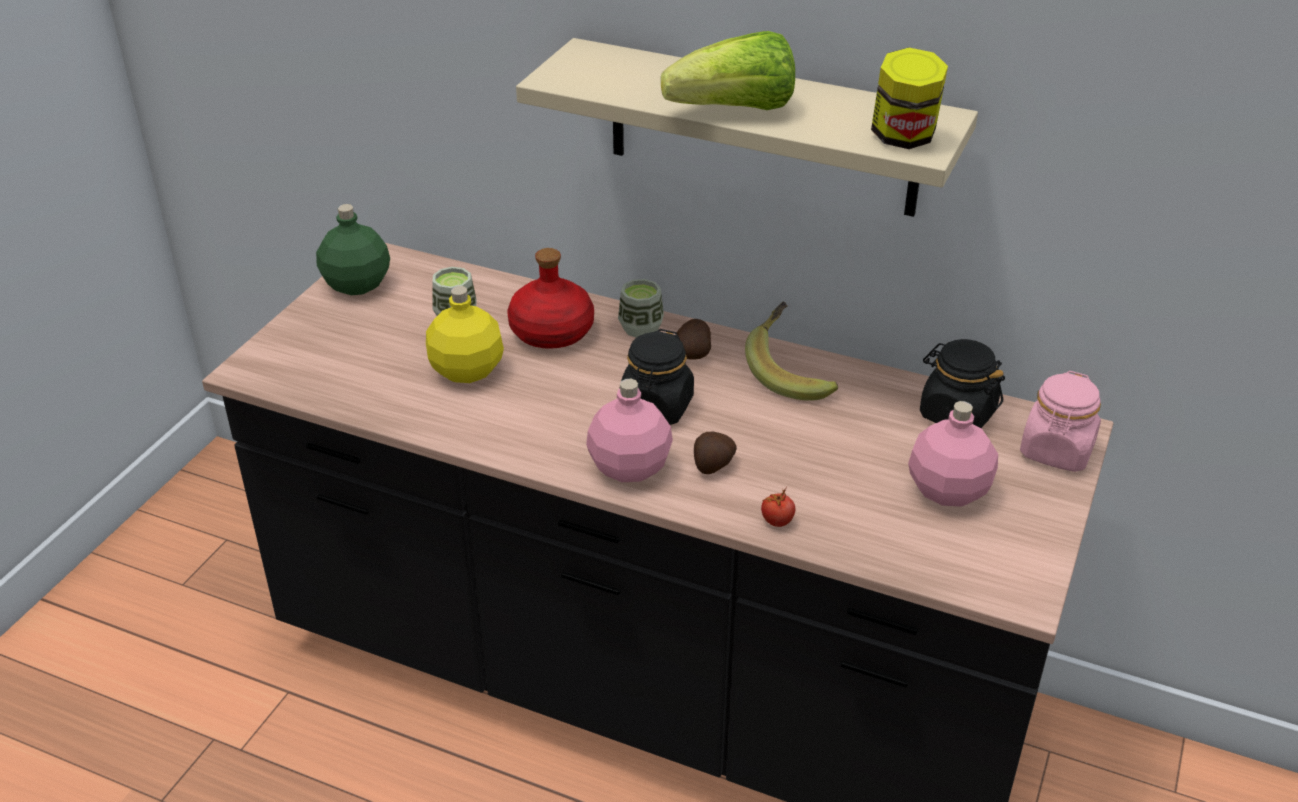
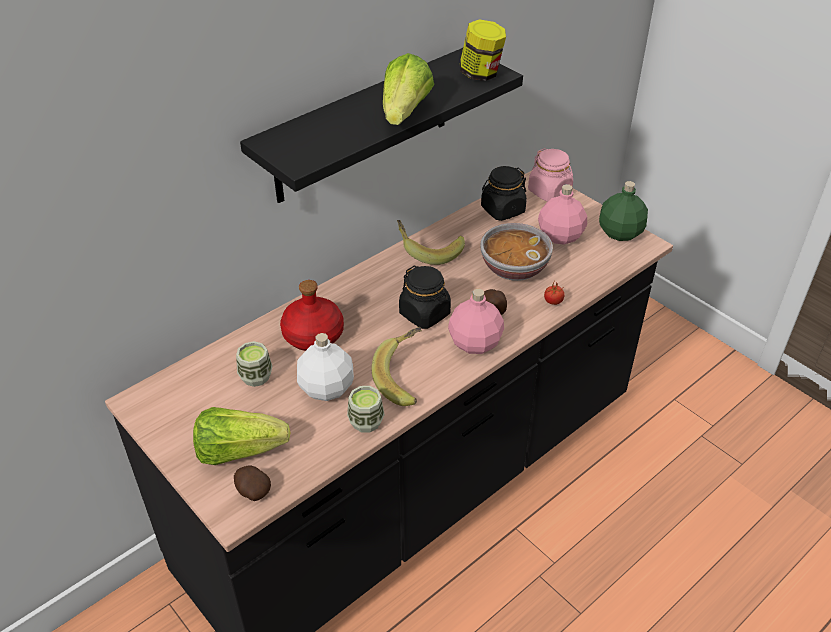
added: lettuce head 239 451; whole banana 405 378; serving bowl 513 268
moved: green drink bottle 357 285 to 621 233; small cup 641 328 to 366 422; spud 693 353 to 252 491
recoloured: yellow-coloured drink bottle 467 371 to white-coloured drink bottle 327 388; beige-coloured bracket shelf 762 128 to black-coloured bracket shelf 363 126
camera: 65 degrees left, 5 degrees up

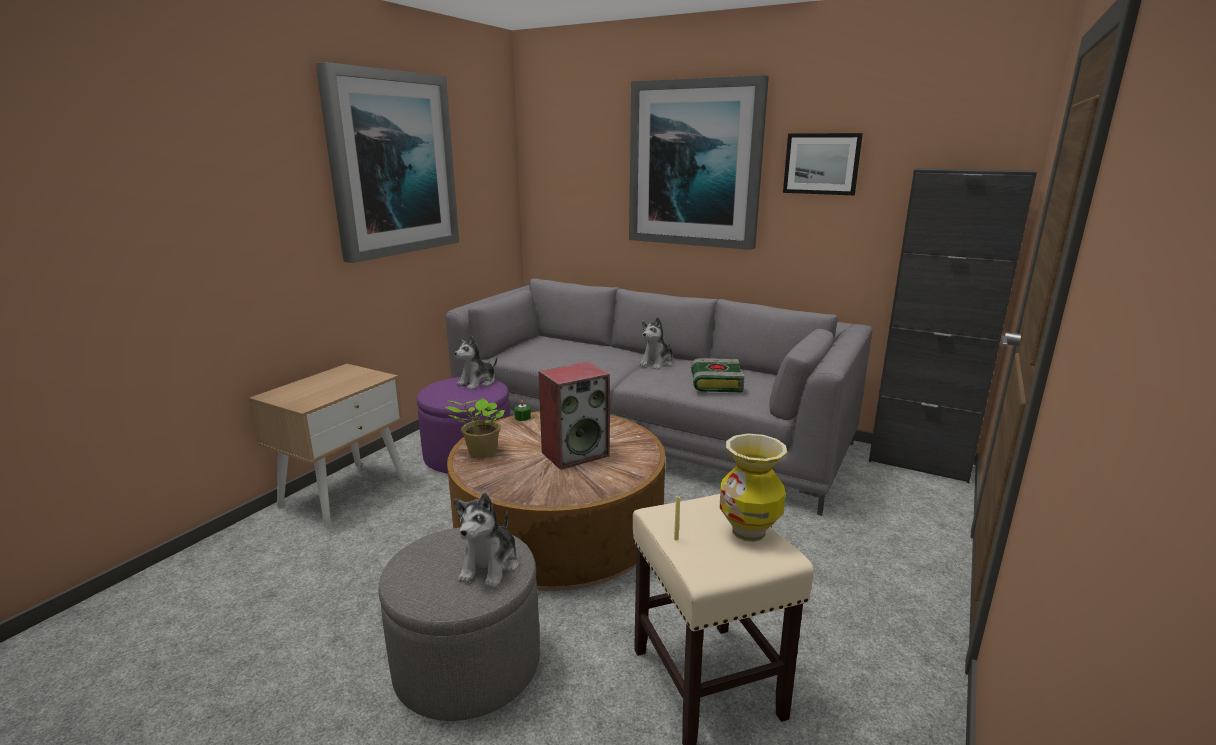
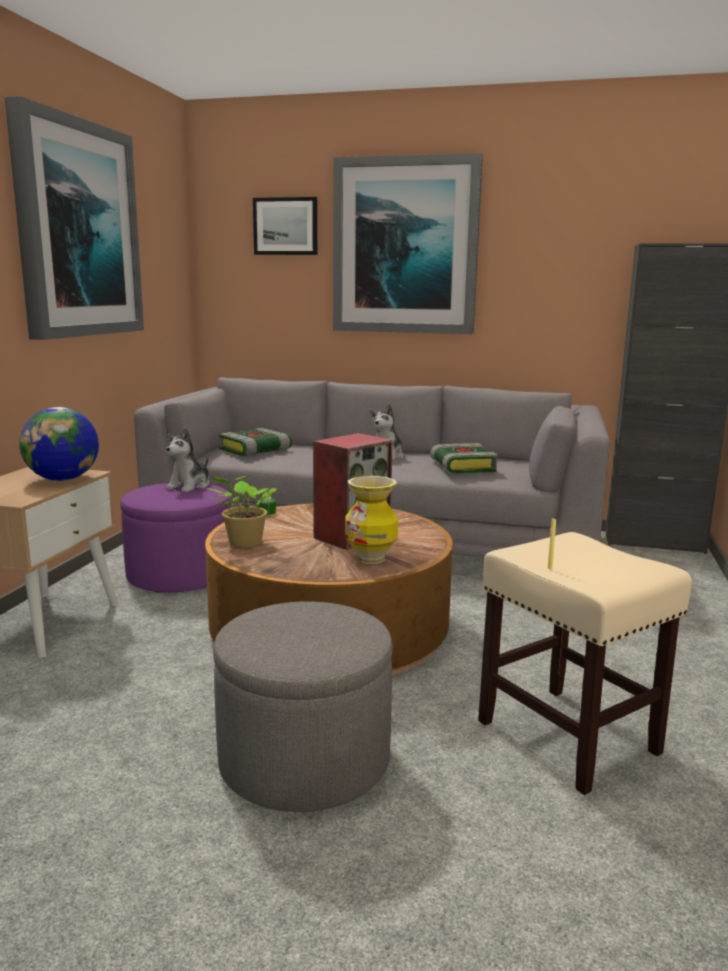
removed: plush toy 490 566
added: globe 63 479; bound book 255 451
moved: vase 749 532 to 371 559; wall picture 821 164 to 285 226
camera: 15 degrees left, 5 degrees down

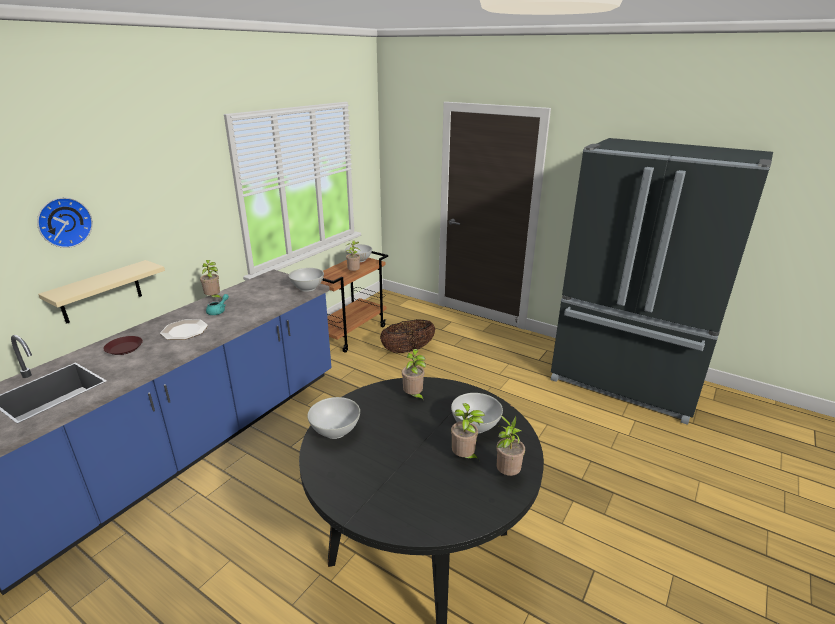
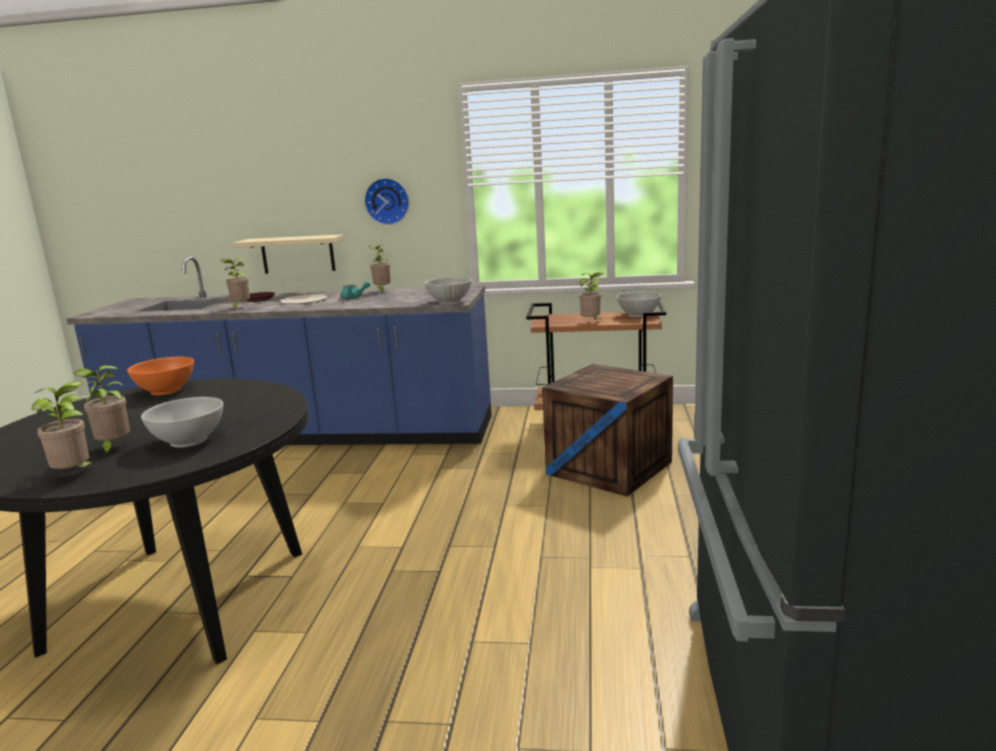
moved: wall clock 63 222 to 387 201; potted plant 413 396 to 240 307
replaced: household basket 408 350 to packing crate 609 468
recoloured: white-coloured serving bowl 335 431 to orange serving bowl 166 391
camera: 65 degrees right, 10 degrees down

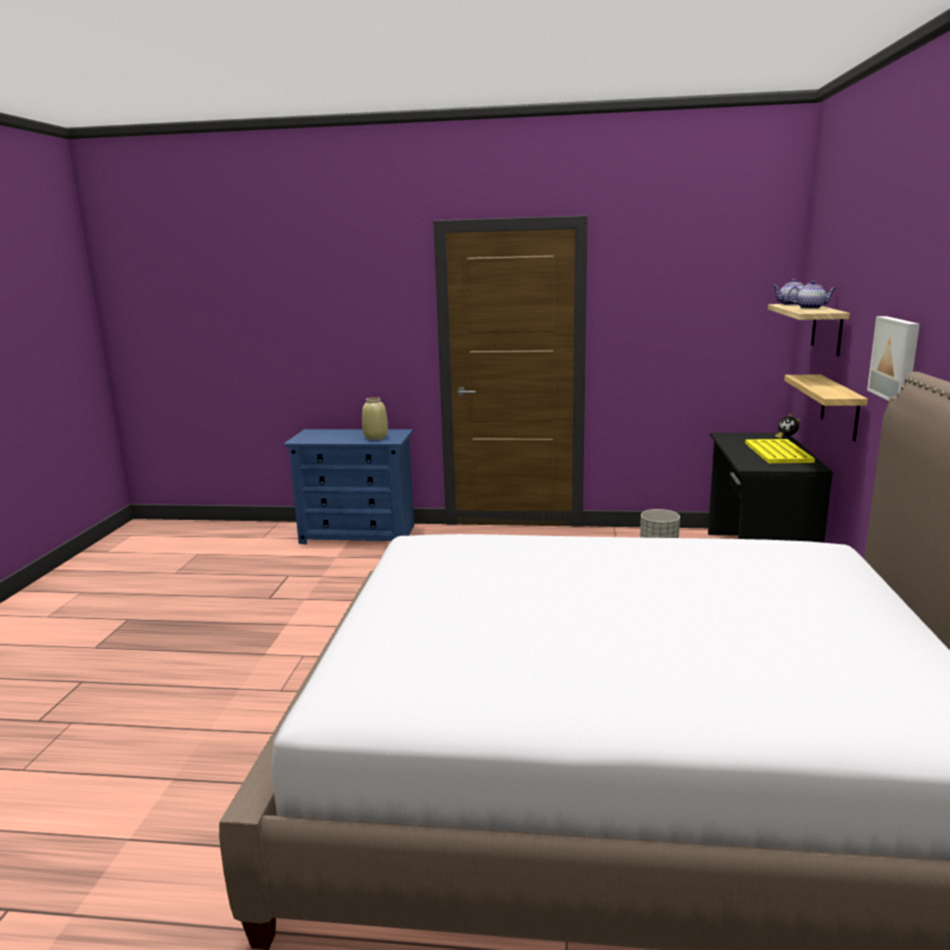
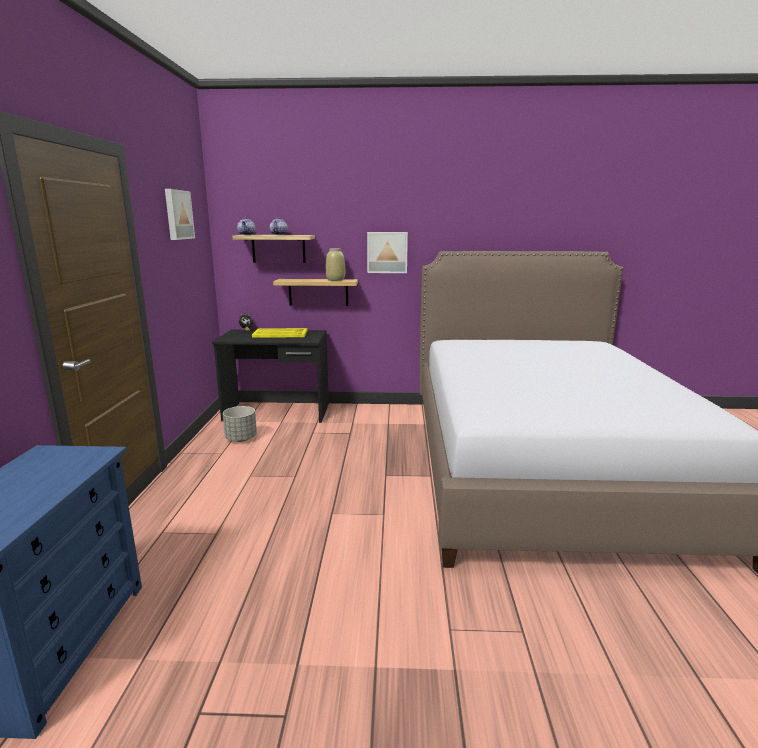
added: wall picture 177 215
moved: beige-coloured vase 376 437 to 336 280
camera: 95 degrees left, 0 degrees up

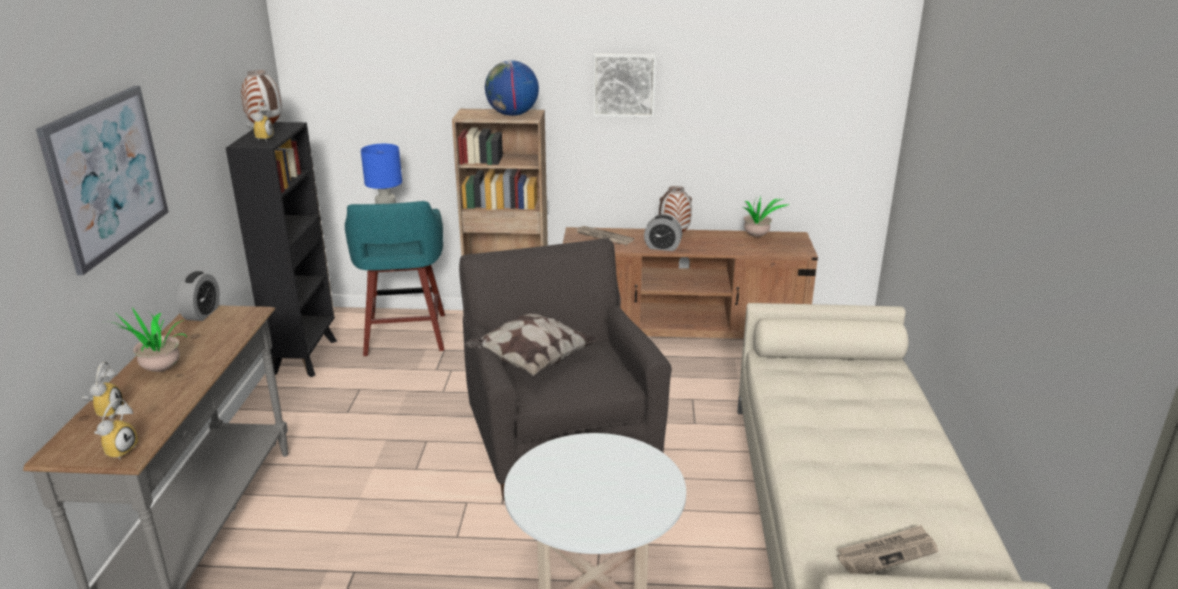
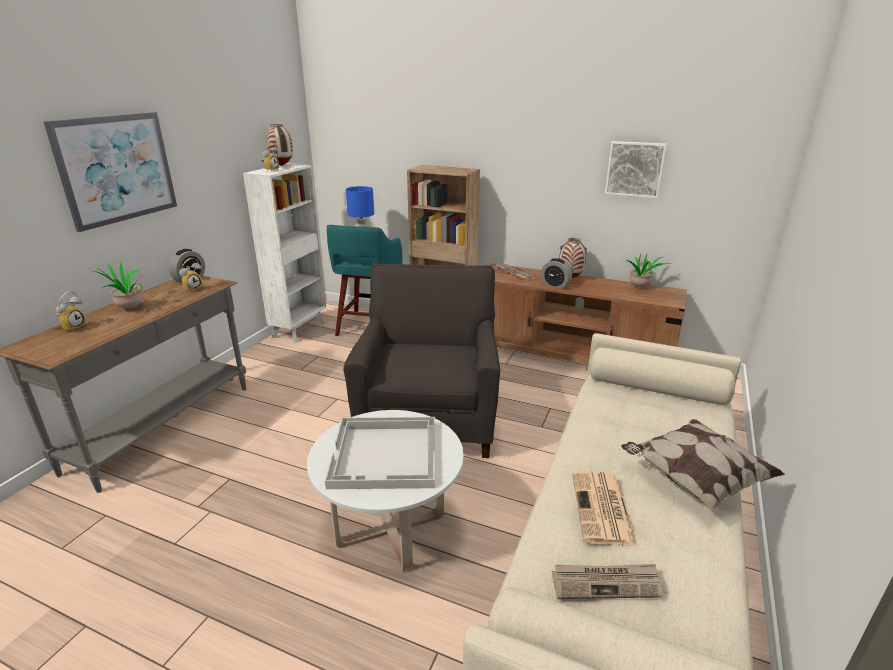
removed: globe 512 115
added: white-coloured tray 386 454; printed paper 603 509
moved: bedside clock 119 450 to 192 288; throw pillow 531 361 to 694 479; wall picture 624 84 to 635 169
recoloured: black-coloured shelving unit 305 356 to white-coloured shelving unit 300 329
camera: 20 degrees right, 0 degrees up

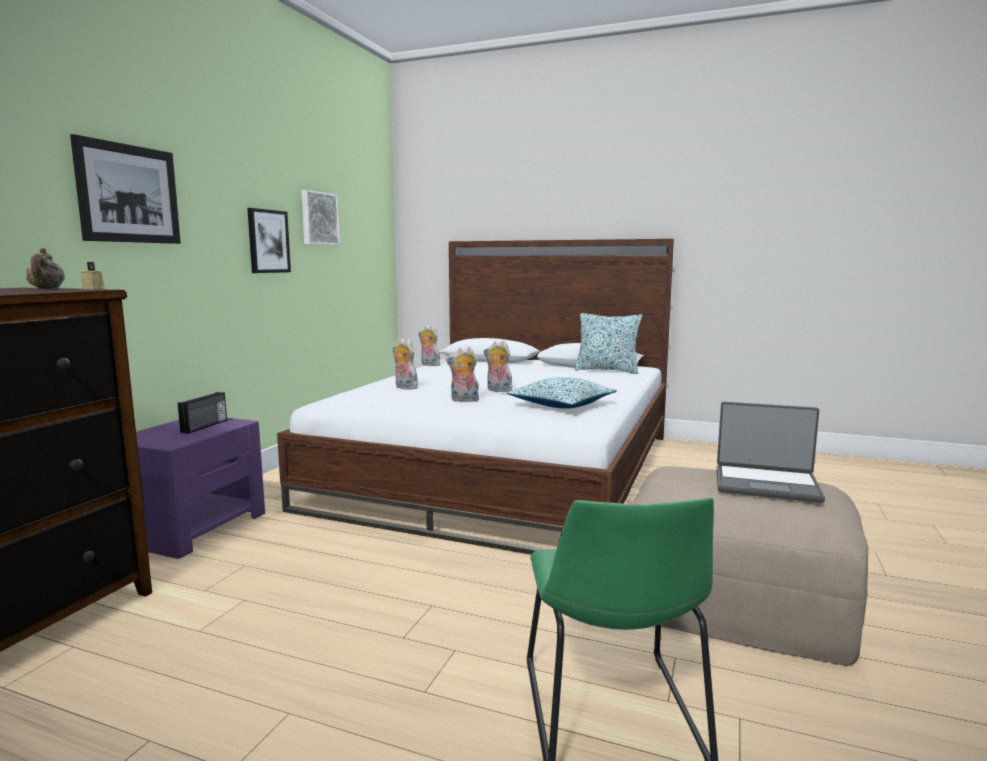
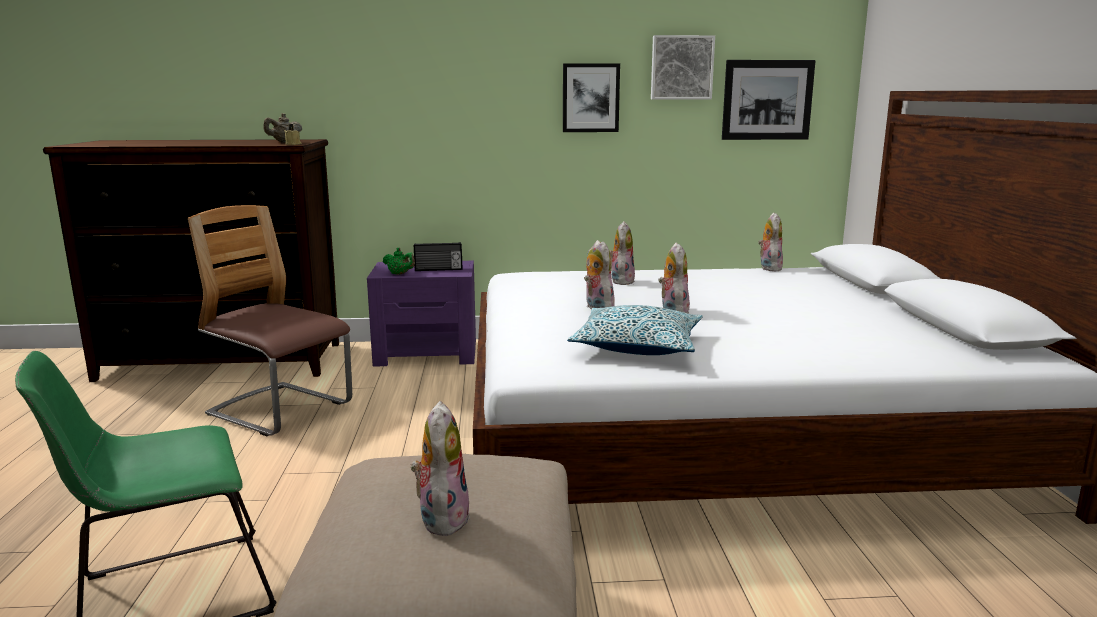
removed: throw pillow 607 370
added: upright chair 280 410; green tea pot 399 274
moved: wall picture 129 194 to 767 100
replaced: portable computer 766 484 to plush toy 441 517
camera: 65 degrees right, 5 degrees up

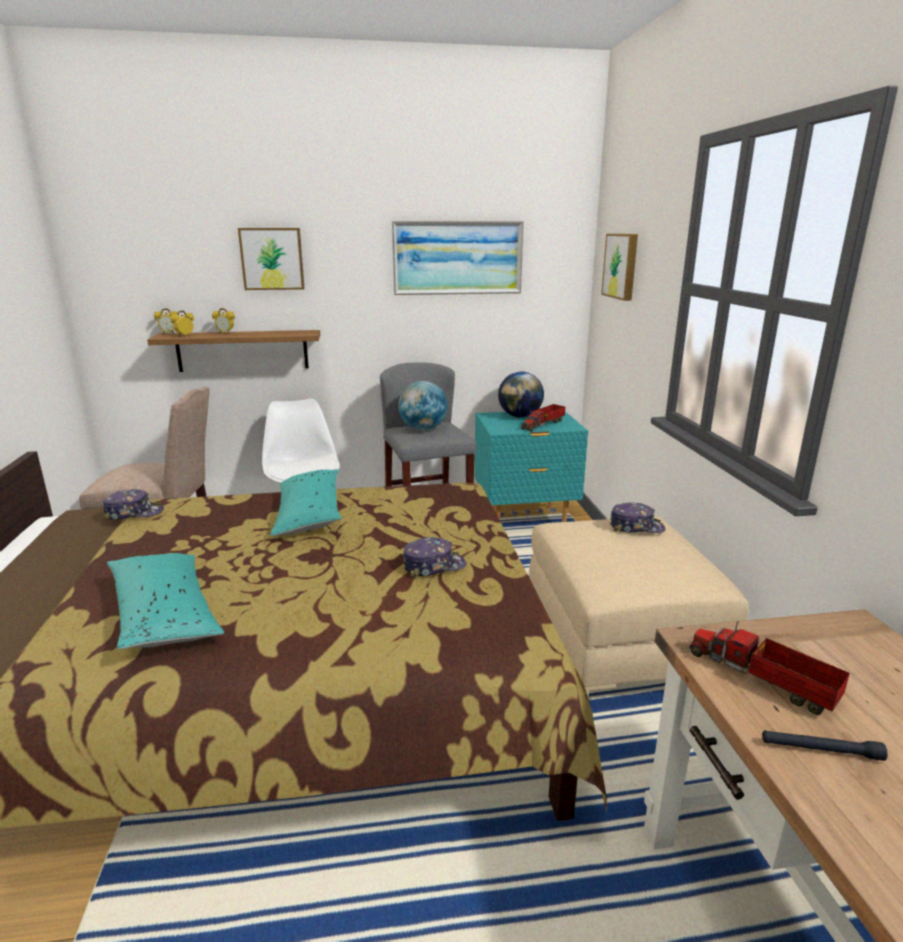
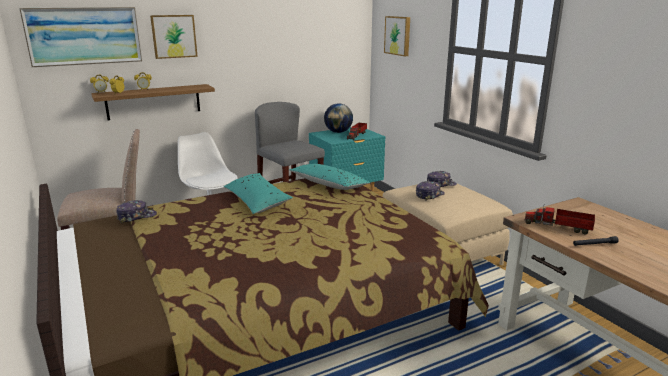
removed: globe 423 429
moved: turquoise-coloured throw pillow 164 613 to 328 185; wall picture 457 258 to 84 36; peaked cap 433 566 to 429 195
camera: 20 degrees left, 0 degrees up

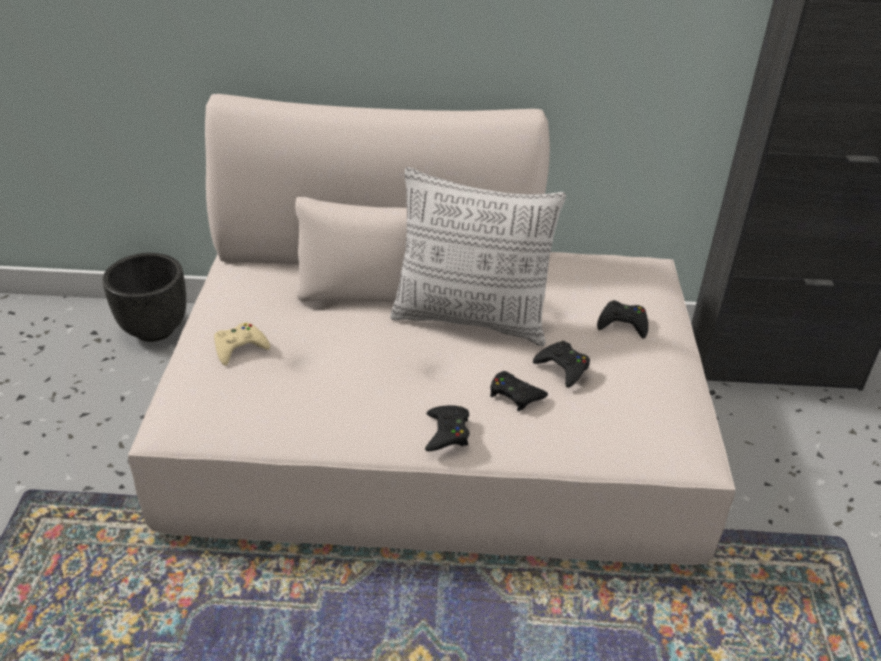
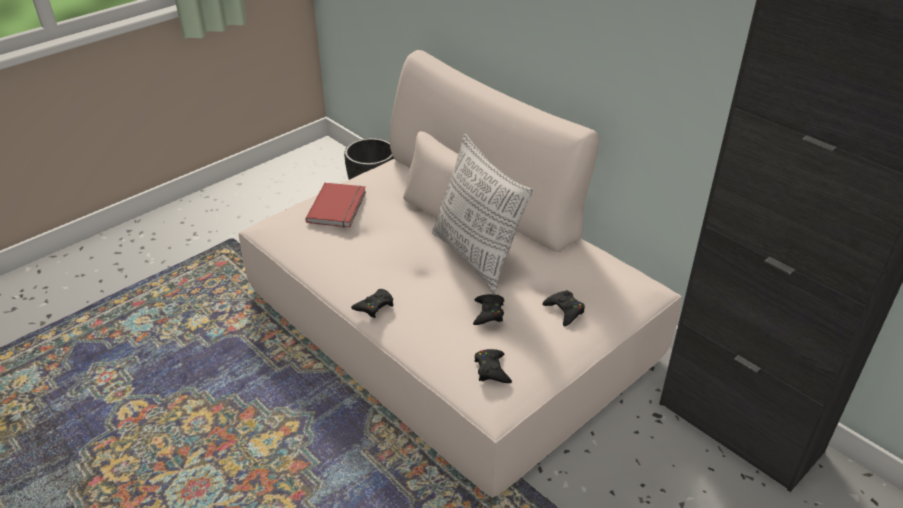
moved: black-coloured joypad 515 395 to 492 370
replaced: beige-coloured joypad 239 347 to red-coloured bound book 339 207
camera: 45 degrees right, 0 degrees up

